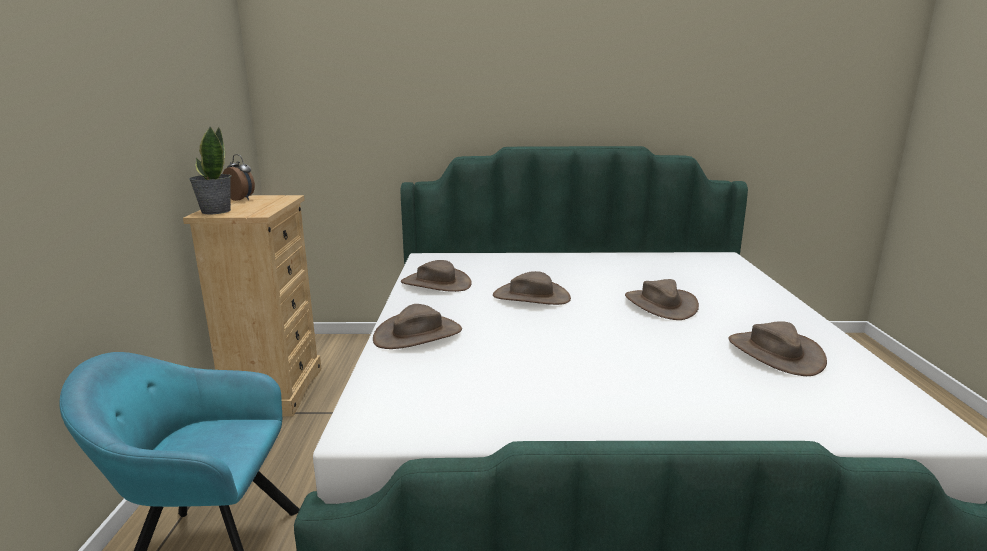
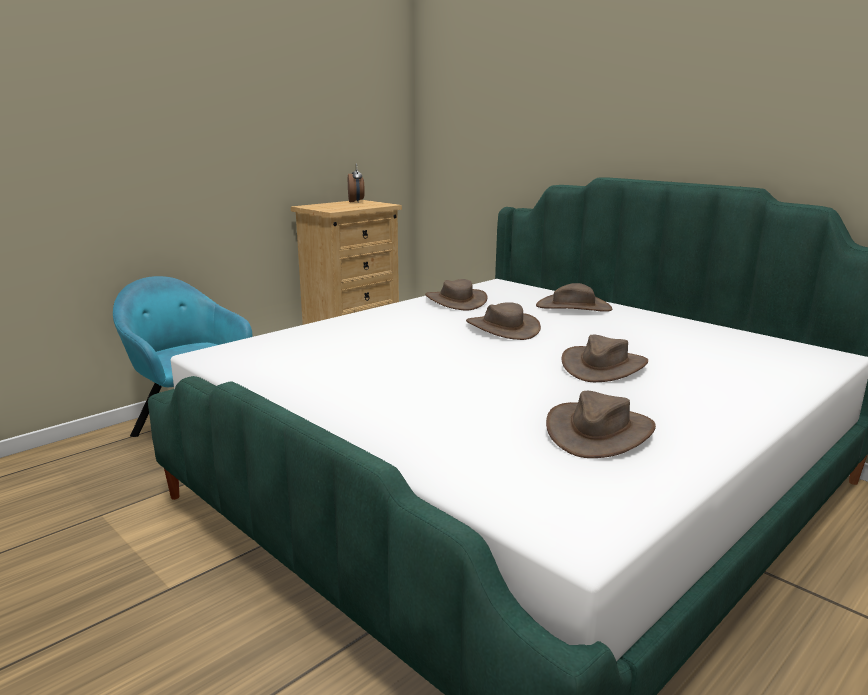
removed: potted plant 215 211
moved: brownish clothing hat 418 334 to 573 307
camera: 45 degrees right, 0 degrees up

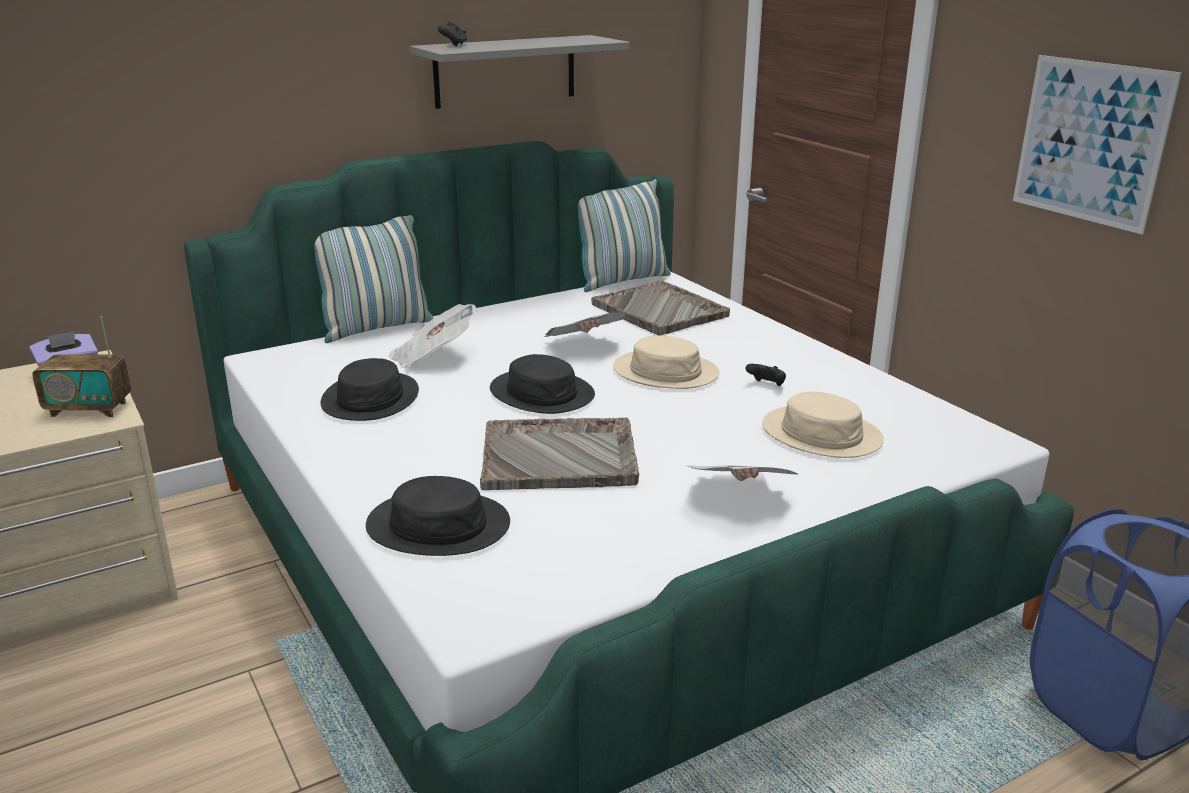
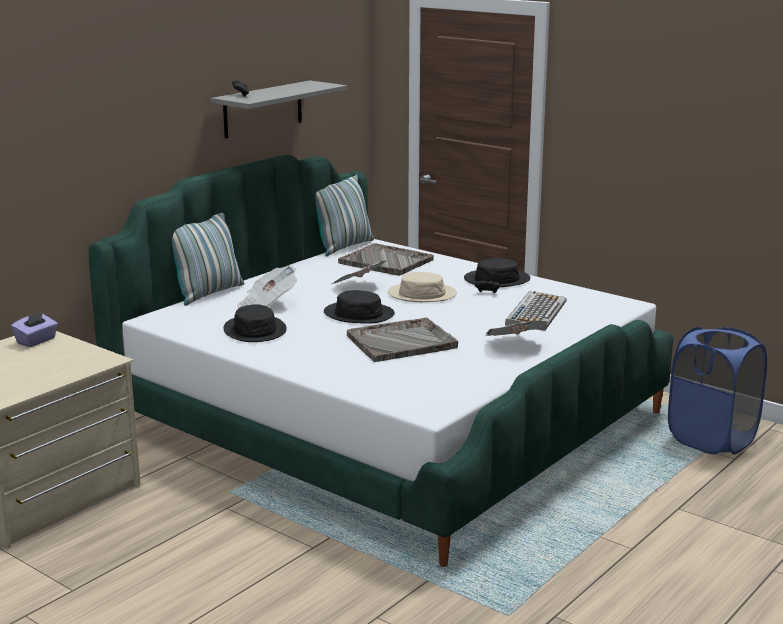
removed: radio 89 409; wall picture 1090 142
moved: black-coloured clothing hat 438 525 to 497 279
replaced: beige-coloured clothing hat 821 434 to computer keyboard 536 312
camera: 20 degrees left, 5 degrees down

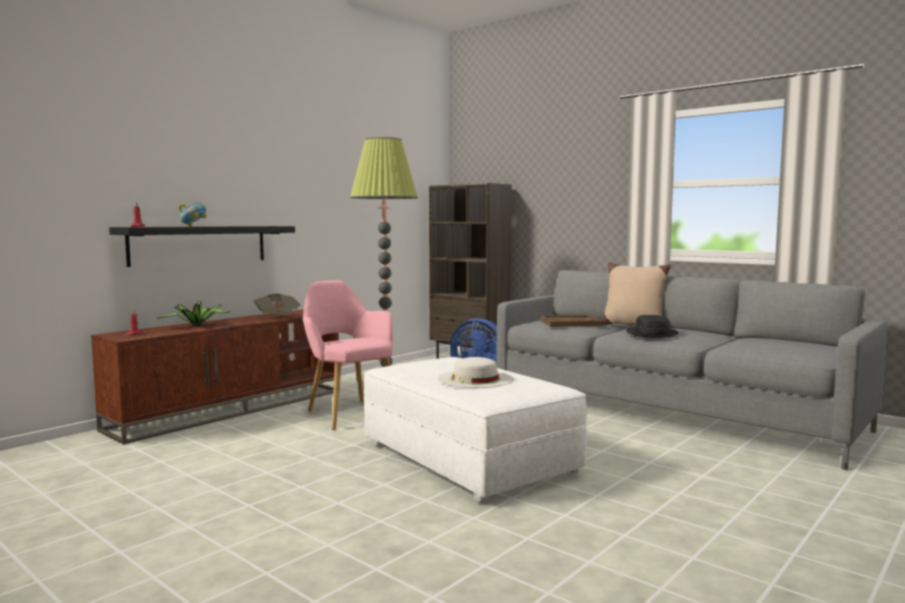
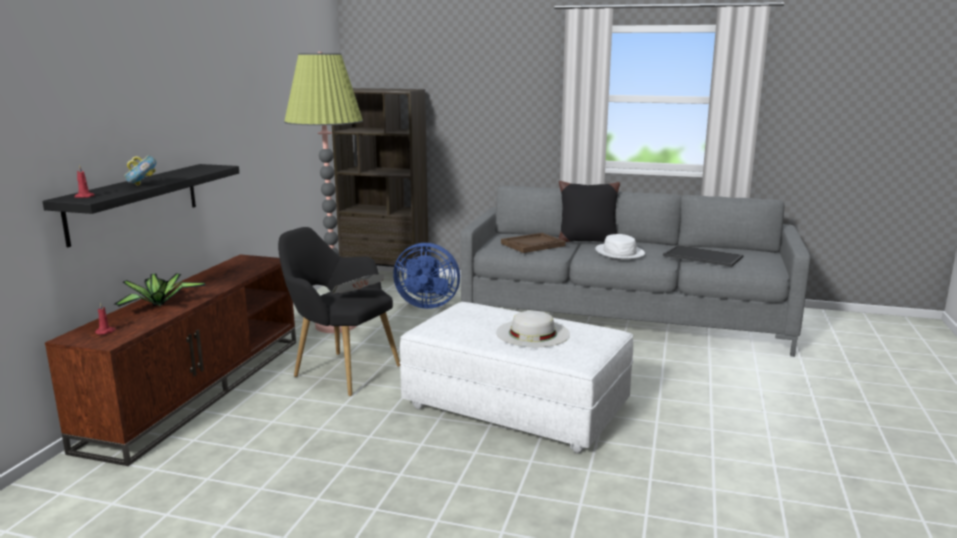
added: tray 701 256
moved: printed paper 278 317 to 358 298
recoloured: pinkish easy chair 349 413 to black-coloured easy chair 340 371; beige-coloured throw pillow 633 325 to black-coloured throw pillow 587 241; black-coloured clothing hat 652 333 to white-coloured clothing hat 619 252
camera: 25 degrees left, 10 degrees up

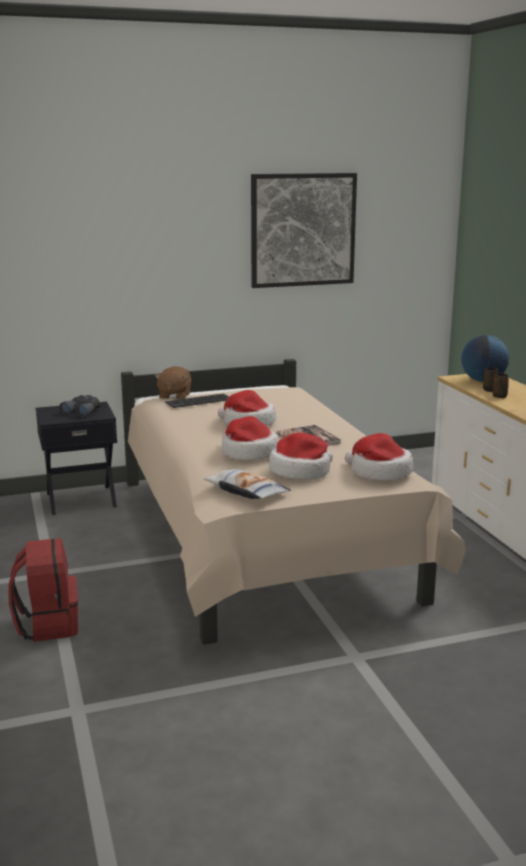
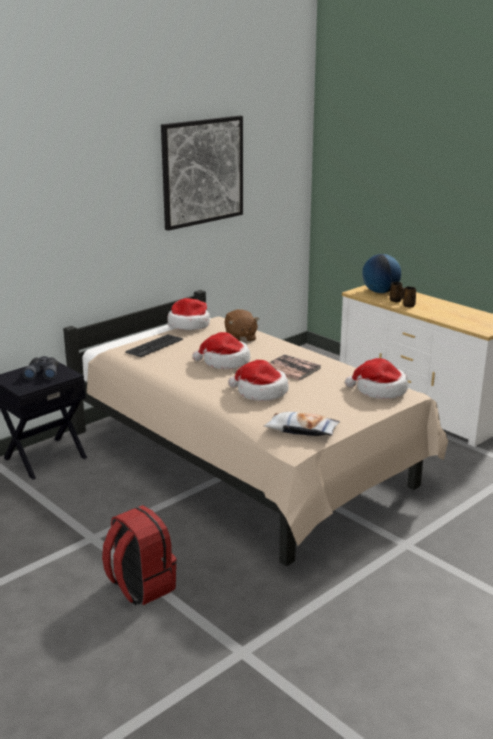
moved: brownish plush toy 174 396 to 240 338; clothing hat 301 471 to 189 325
camera: 25 degrees left, 5 degrees up

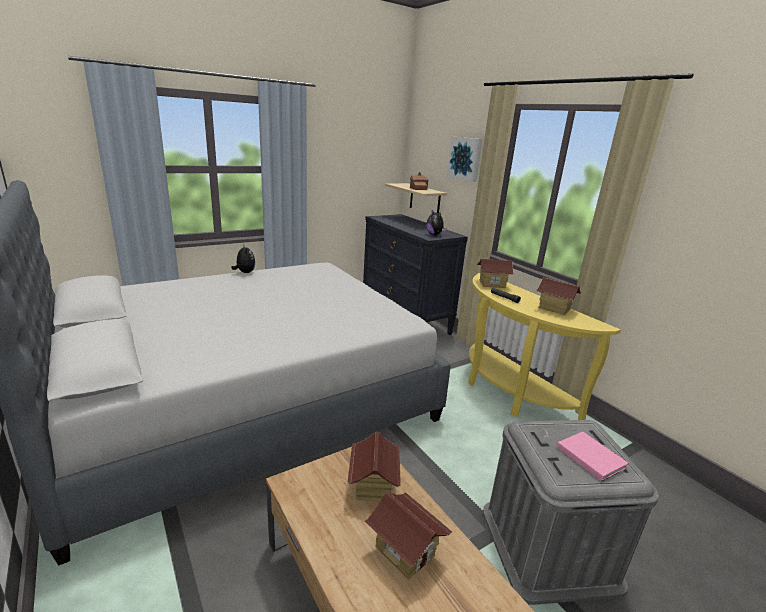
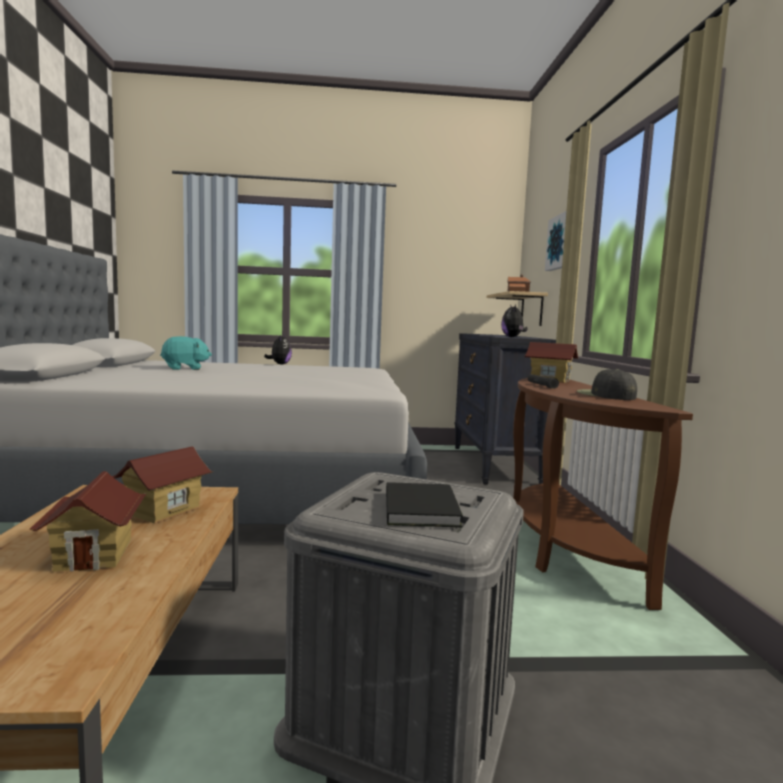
added: turquoise-coloured plush toy 185 368
replaced: toy house 554 309 to black-coloured peaked cap 605 395
recoloured: yellow-coloured hall table 508 392 to brownish hall table 562 547; pinkish bound book 589 456 to black-coloured bound book 422 507
camera: 30 degrees right, 15 degrees down

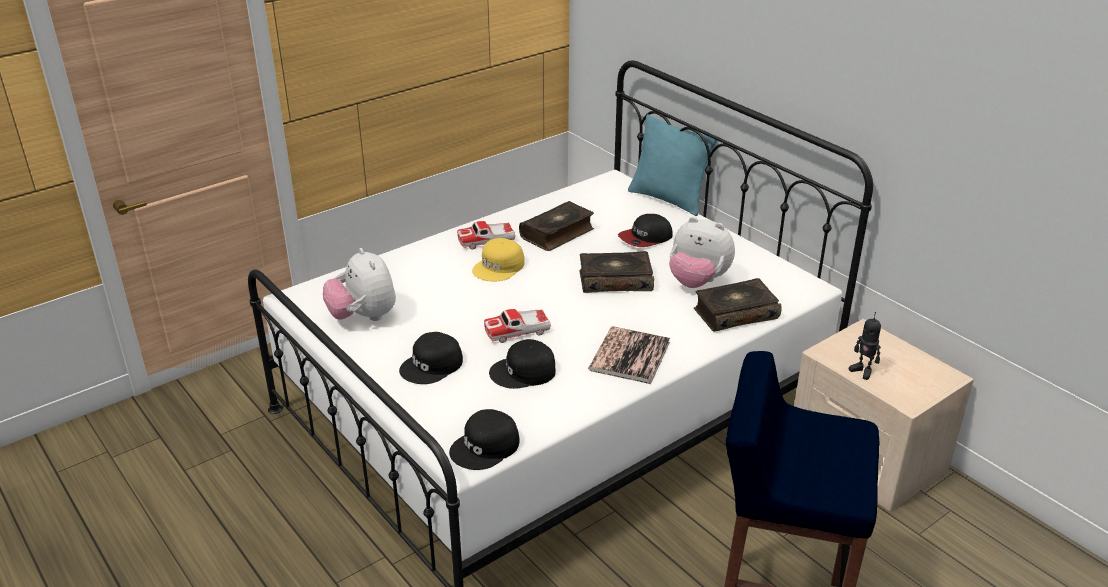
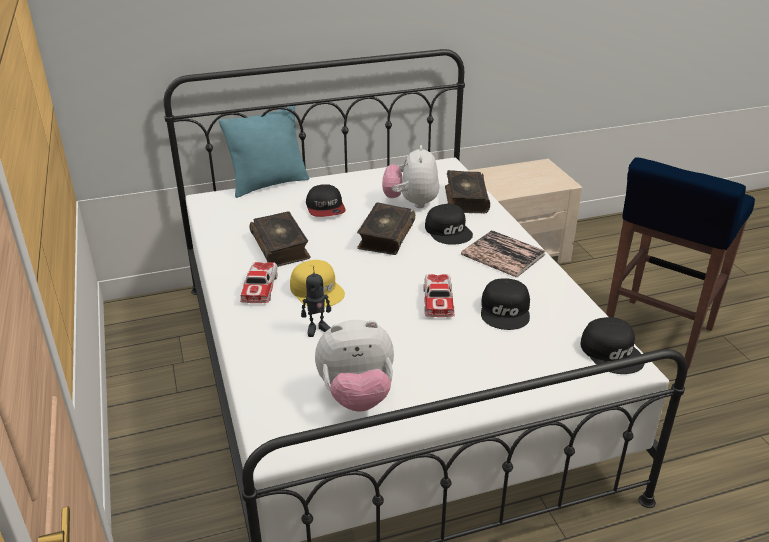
moved: black-coloured peaked cap 432 366 to 449 231; robot figure 862 371 to 317 329
turned: plush toy 697 282 = 411 203 135 degrees clockwise
camera: 70 degrees left, 0 degrees up

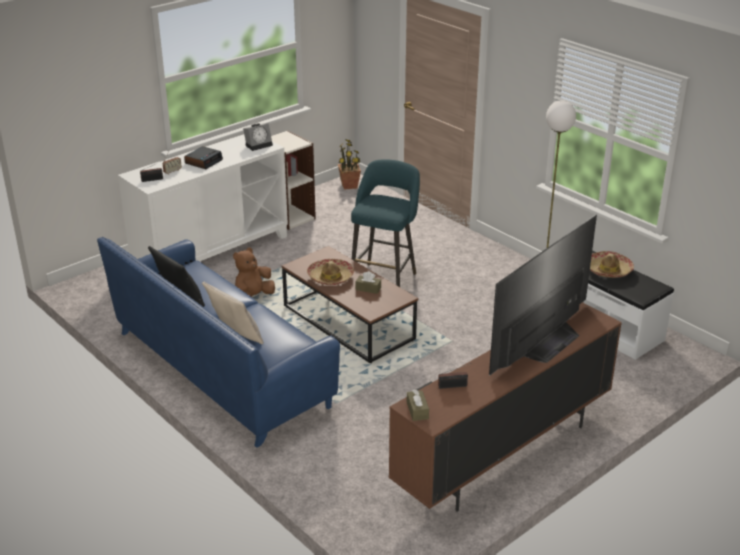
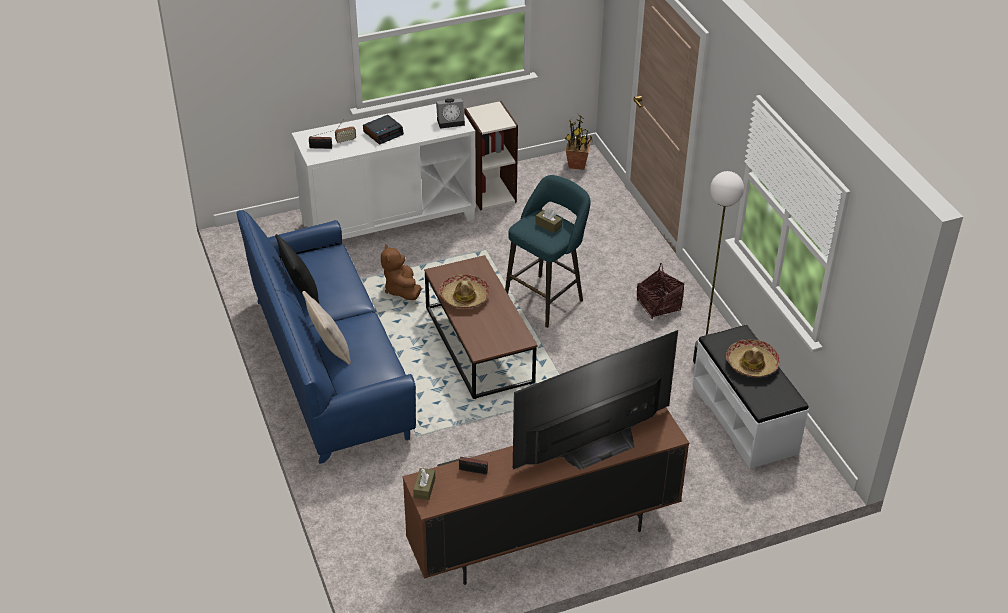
added: household basket 658 305
moved: brownish tissue box 368 288 to 548 225
turned: brownish plush toy 253 297 = 401 290 75 degrees counterclockwise
camera: 20 degrees right, 10 degrees up

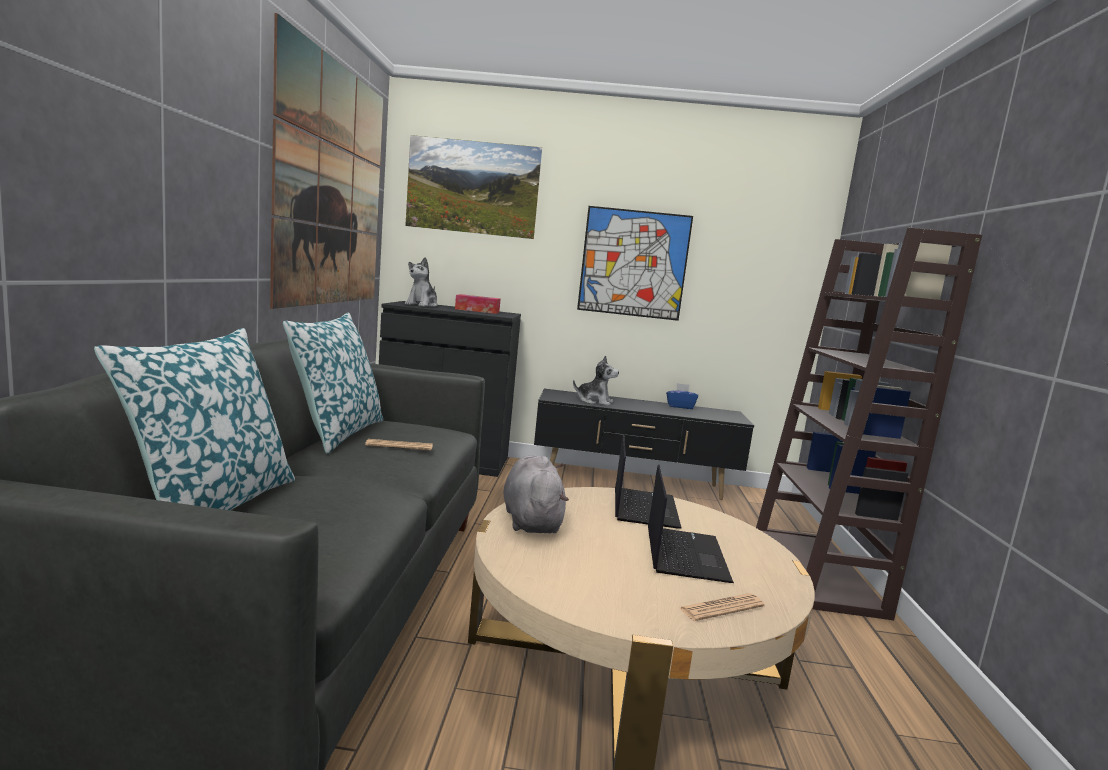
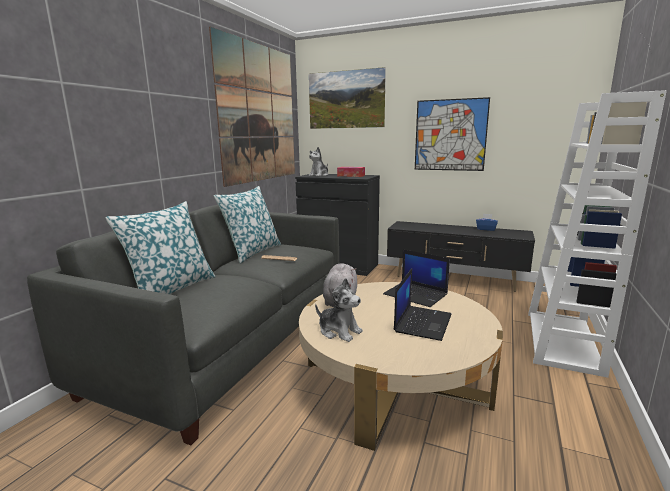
removed: printed paper 721 608
moved: plush toy 594 401 to 339 331
recoloured: brownish shelving unit 817 572 to white-coloured shelving unit 563 342
turned: portable computer 643 508 = 416 294 105 degrees clockwise
camera: 20 degrees right, 5 degrees up

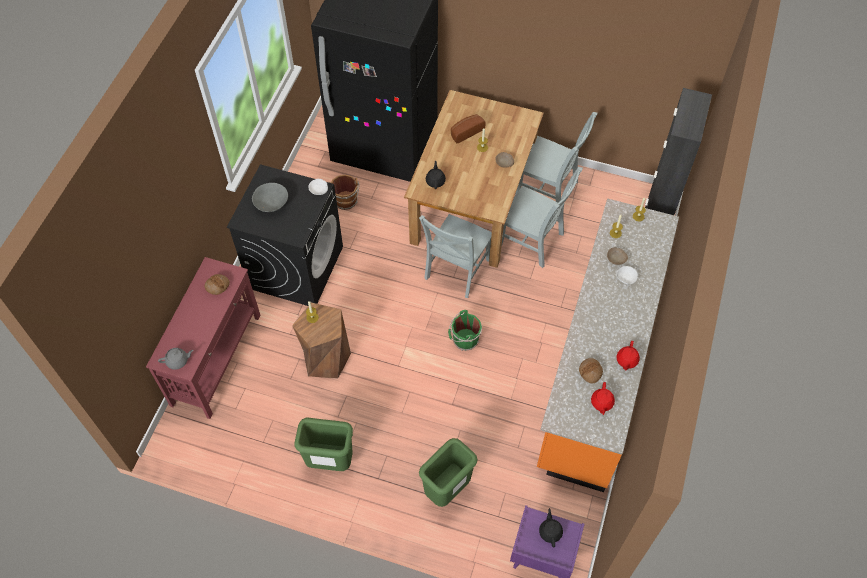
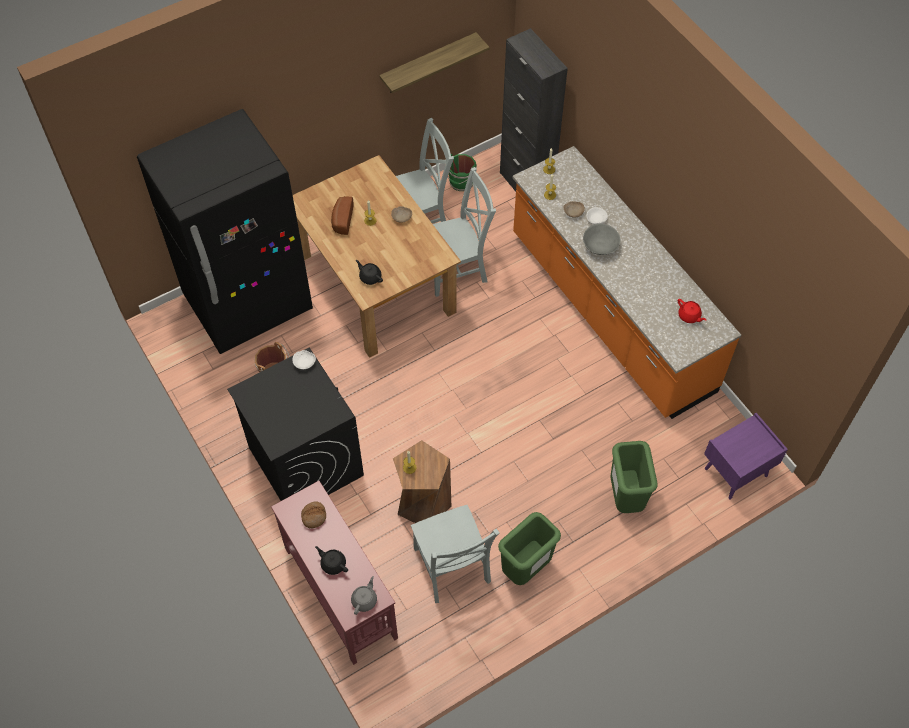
removed: bakery bread 590 372; red-coloured tea pot 626 360
added: bracket shelf 428 64
moved: greyish serving bowl 271 203 to 600 246; greyish upright chair 456 271 to 452 568; green pail 464 340 to 461 183; black-coloured tea pot 550 531 to 333 564
camera: 50 degrees left, 0 degrees up

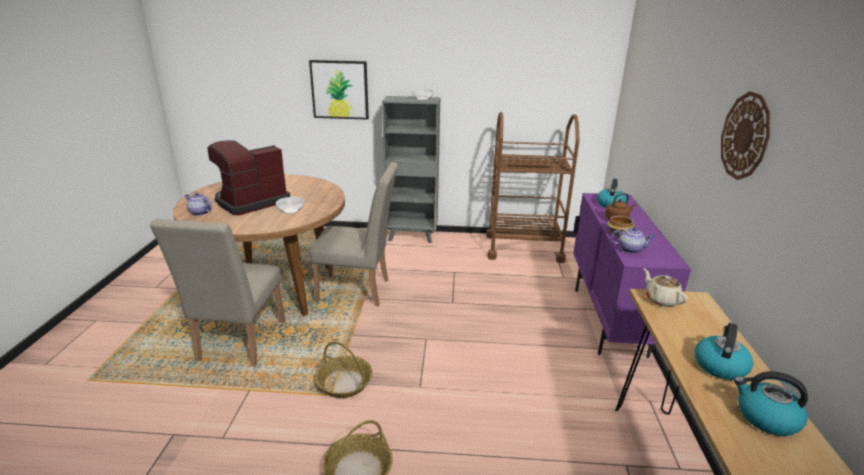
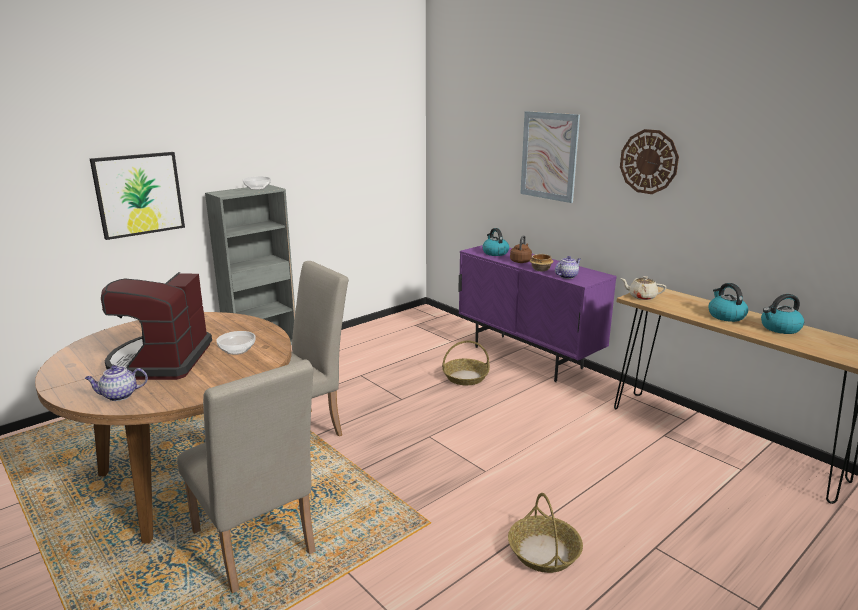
removed: brownish cart 523 248
added: wall picture 549 156
moved: household basket 345 383 to 465 377
camera: 45 degrees left, 5 degrees down

